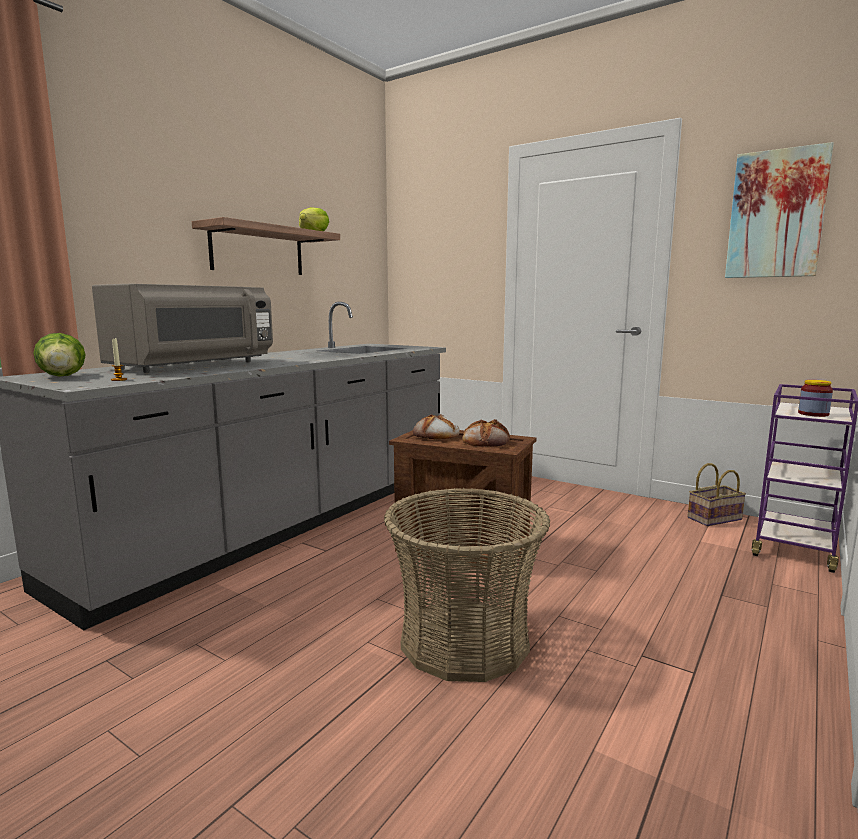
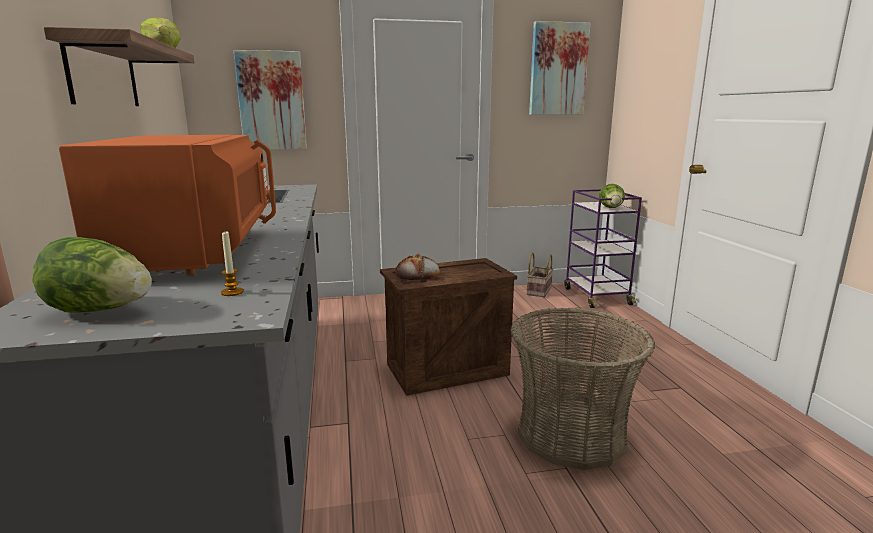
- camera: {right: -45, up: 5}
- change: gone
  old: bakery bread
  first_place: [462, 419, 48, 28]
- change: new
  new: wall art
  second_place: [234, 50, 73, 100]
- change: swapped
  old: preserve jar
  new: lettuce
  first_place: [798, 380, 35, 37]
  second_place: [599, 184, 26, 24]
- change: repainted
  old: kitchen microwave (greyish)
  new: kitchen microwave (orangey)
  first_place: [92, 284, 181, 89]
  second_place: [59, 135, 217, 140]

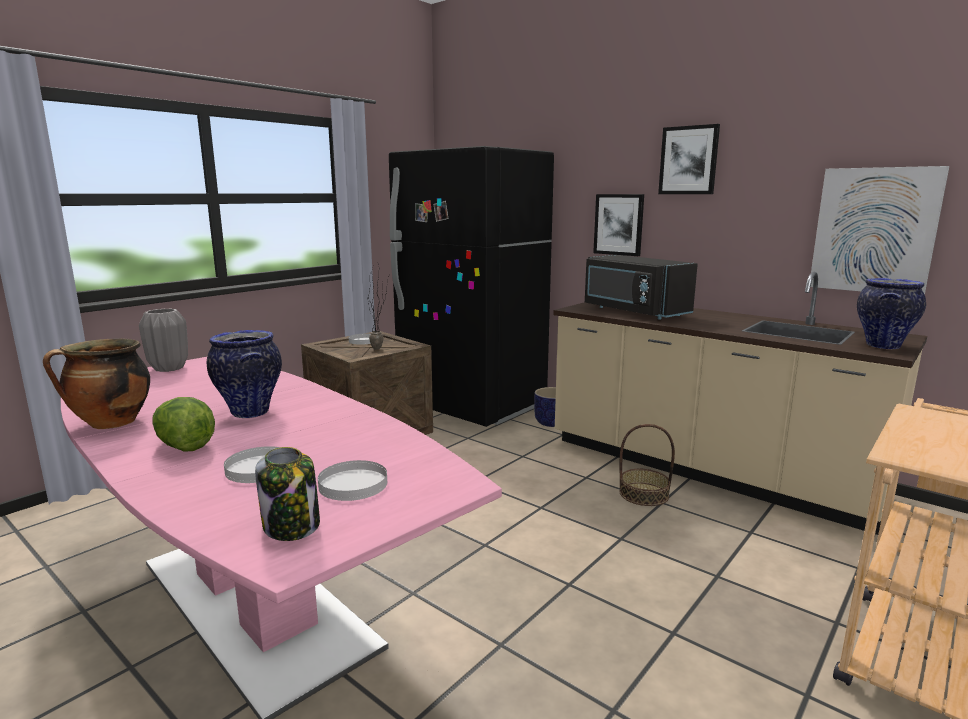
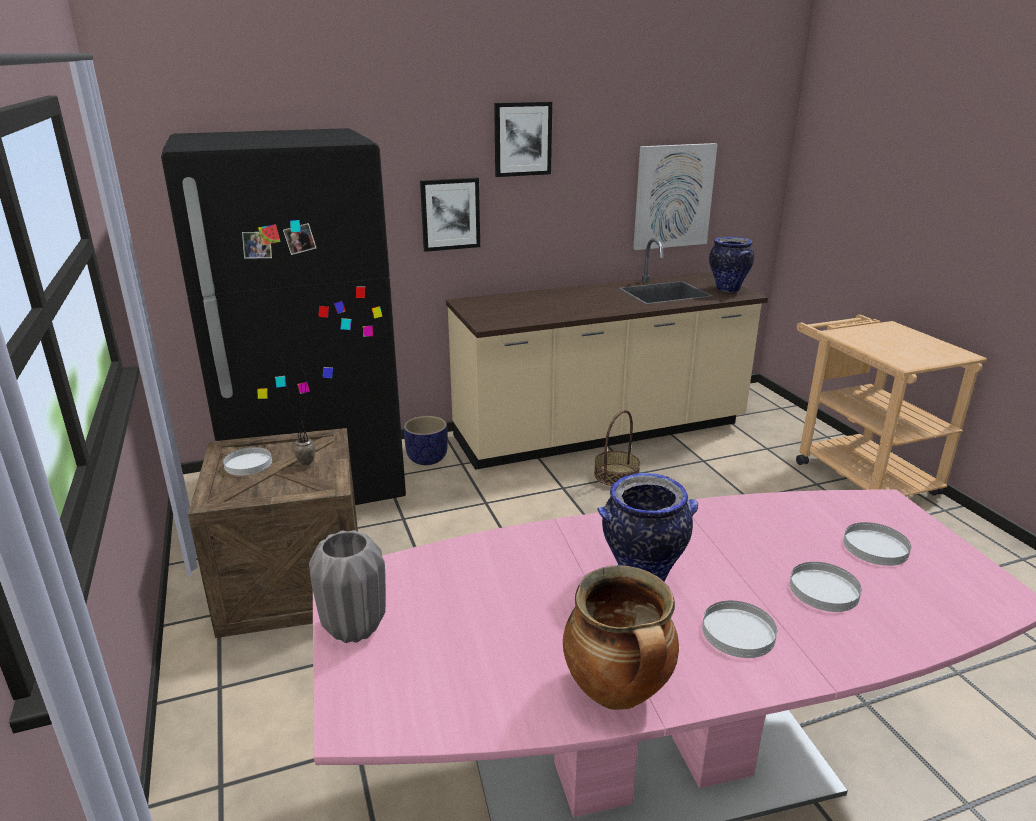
- camera: {right: -60, up: 10}
- change: gone
  old: preserve jar
  first_place: [255, 447, 65, 94]
- change: gone
  old: kitchen microwave (blackish)
  first_place: [585, 255, 113, 65]
- change: swapped
  old: lettuce
  new: flat dish (white-coloured)
  first_place: [152, 397, 63, 55]
  second_place: [702, 601, 75, 57]

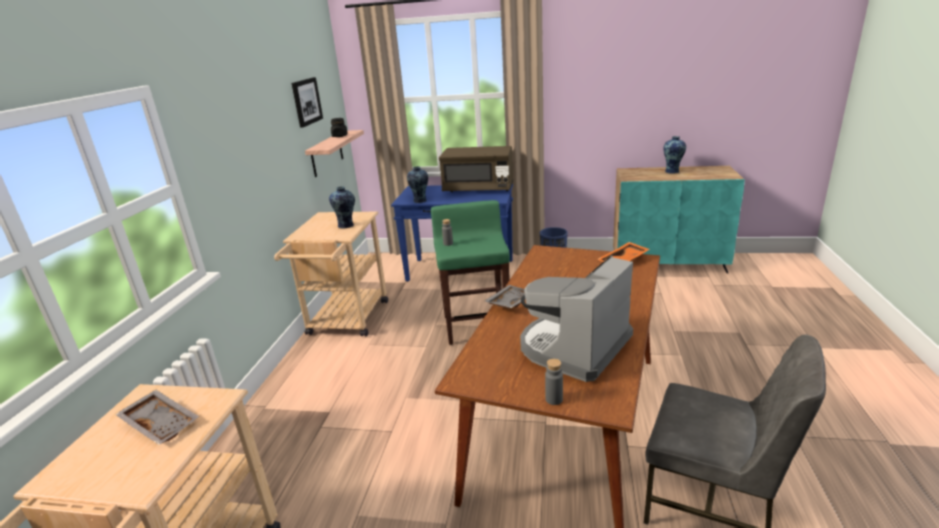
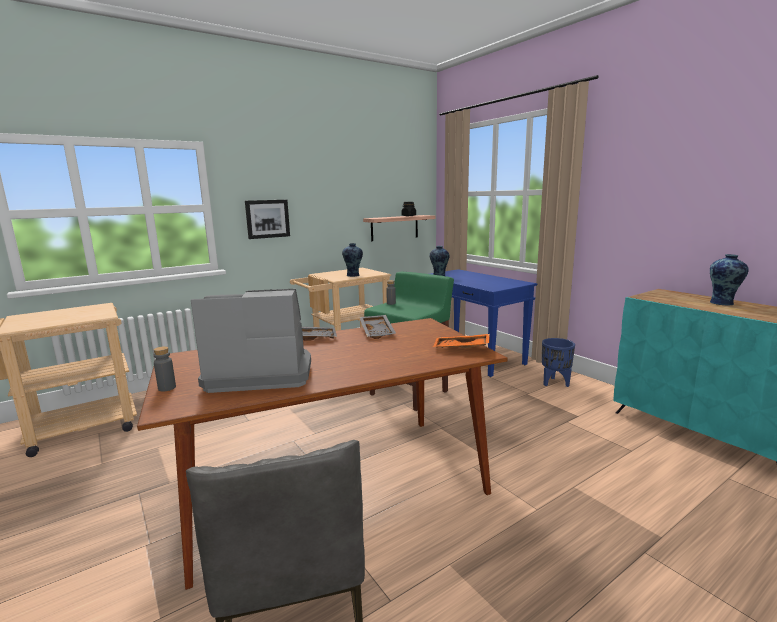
- camera: {right: 45, up: -10}
- change: gone
  old: kitchen microwave (brown-coloured)
  first_place: [439, 146, 74, 46]
- change: shifted
  old: tray (greyish)
  first_place: [115, 390, 84, 55]
  second_place: [359, 315, 37, 24]
- change: shifted
  old: wall art
  first_place: [291, 77, 32, 51]
  second_place: [245, 200, 45, 39]

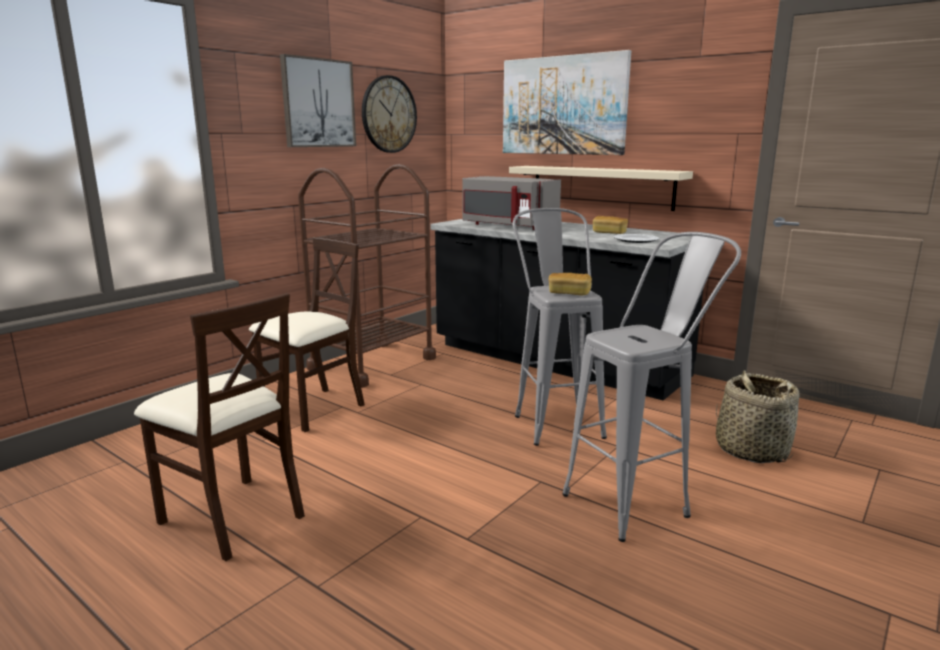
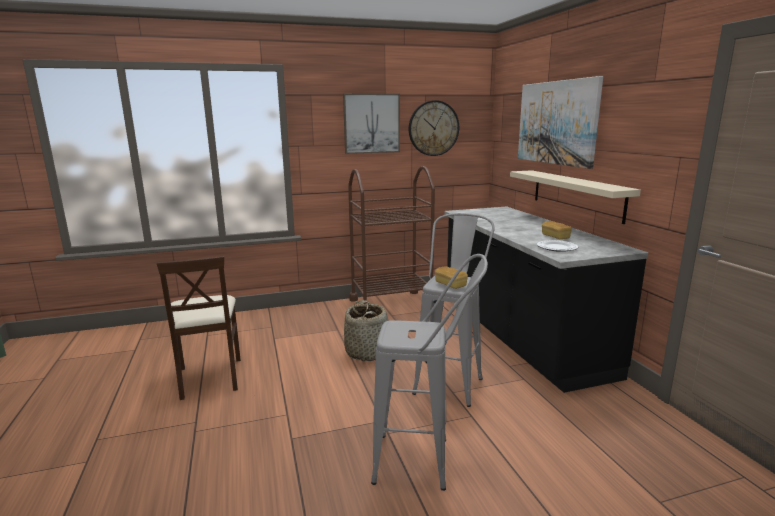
- camera: {right: 35, up: 0}
- change: gone
  old: upright chair (beige)
  first_place: [249, 237, 116, 195]
- change: gone
  old: kitchen microwave (greyish)
  first_place: [462, 176, 99, 54]
- change: shifted
  old: storage basket
  first_place: [716, 370, 83, 93]
  second_place: [344, 300, 44, 61]

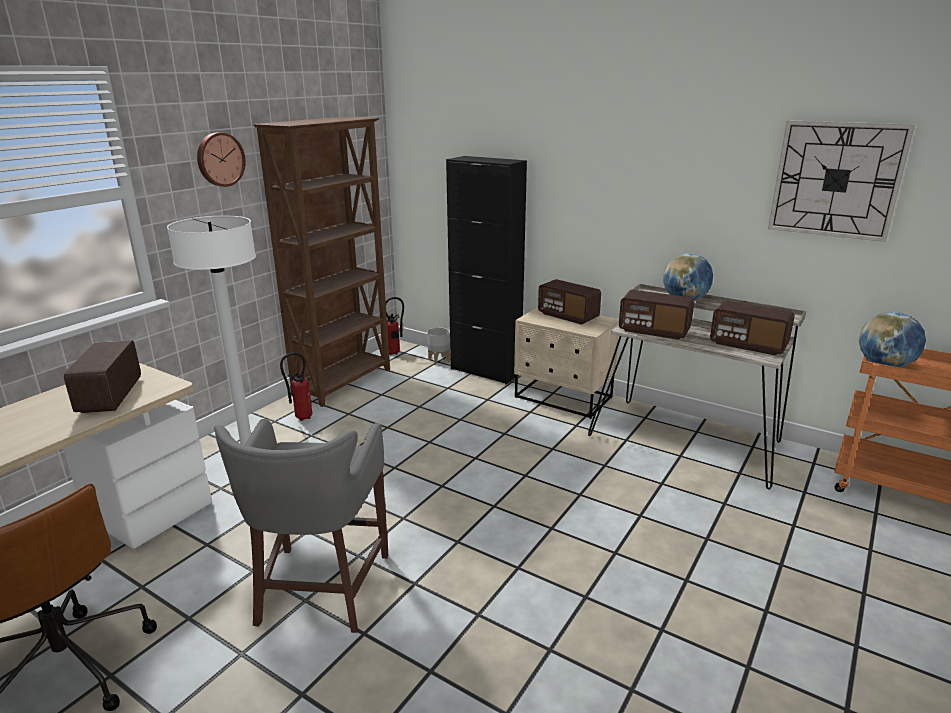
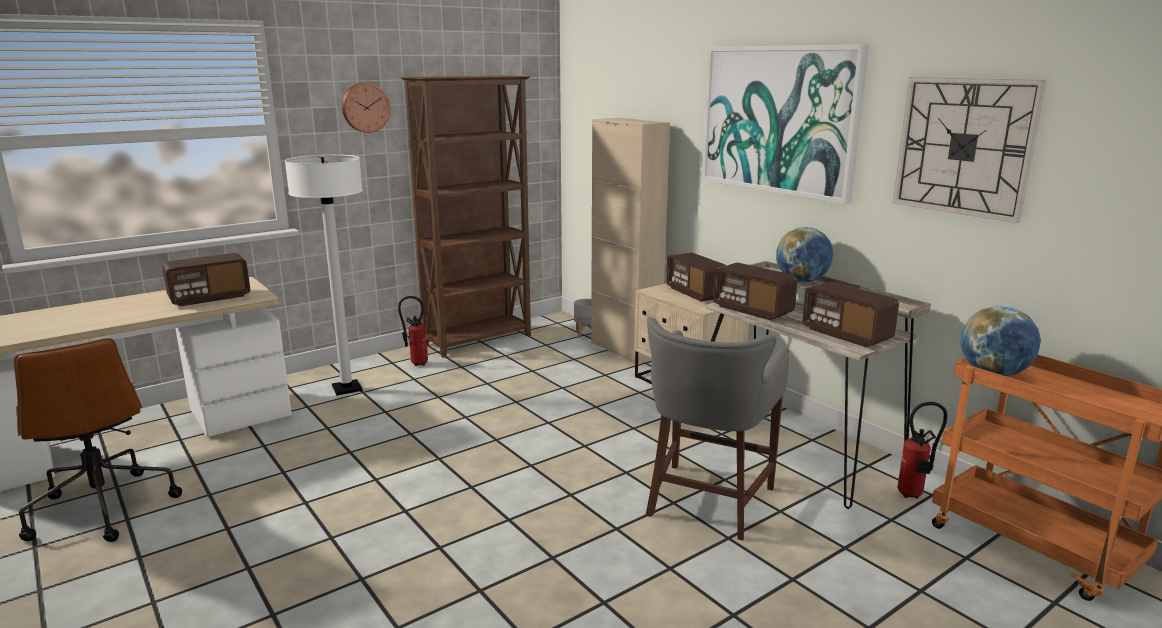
- camera: {right: 20, up: -5}
- change: new
  new: wall art
  second_place: [702, 44, 167, 160]
- change: shifted
  old: sitting stool (greyish)
  first_place: [214, 419, 174, 214]
  second_place: [646, 317, 143, 224]
- change: shifted
  old: extinguisher
  first_place: [386, 297, 18, 58]
  second_place: [897, 402, 50, 97]
- change: repainted
  old: cupboard (blackish)
  new: cupboard (beige)
  first_place: [446, 156, 81, 229]
  second_place: [591, 118, 79, 246]
- change: rotated
  old: radio receiver
  first_place: [64, 340, 77, 73]
  second_place: [162, 253, 88, 53]
  degrees: -135

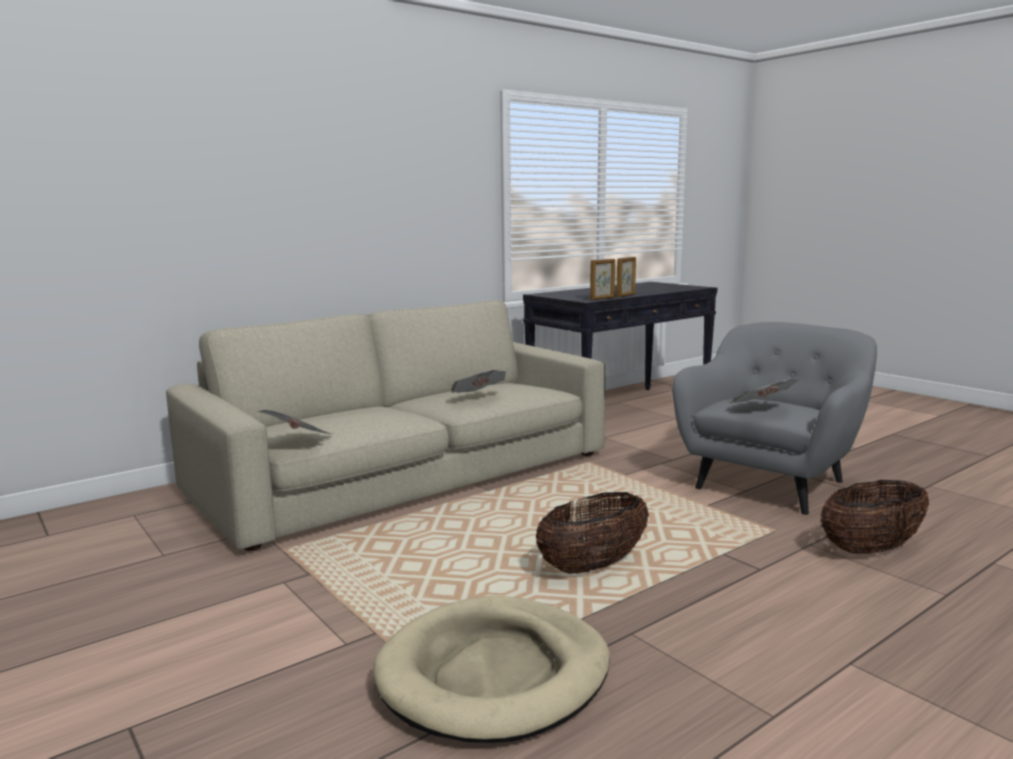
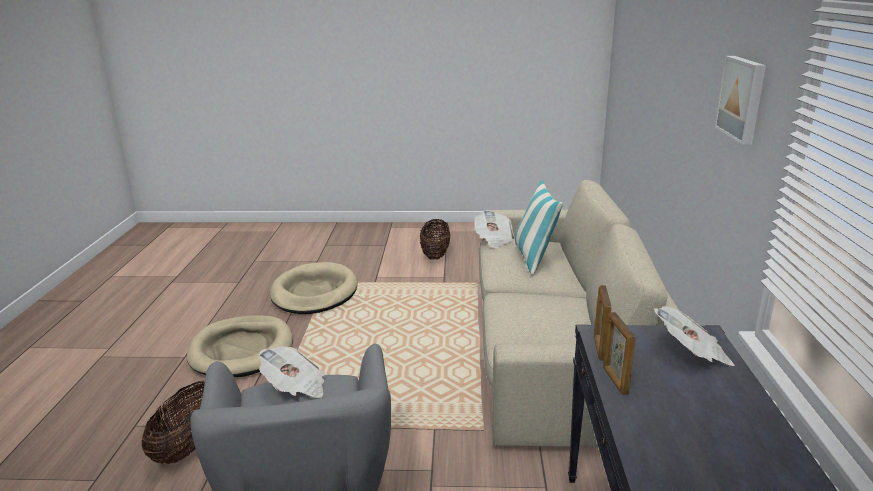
- camera: {right: 130, up: 10}
- change: new
  new: dog bed (beige)
  second_place: [187, 315, 106, 62]
- change: new
  new: throw pillow
  second_place: [515, 180, 48, 95]
- change: new
  new: wall art
  second_place: [715, 56, 51, 88]
- change: shifted
  old: newspaper
  first_place: [451, 370, 55, 23]
  second_place: [654, 306, 81, 60]
- change: shifted
  old: storage basket
  first_place: [536, 492, 113, 82]
  second_place: [420, 219, 30, 41]

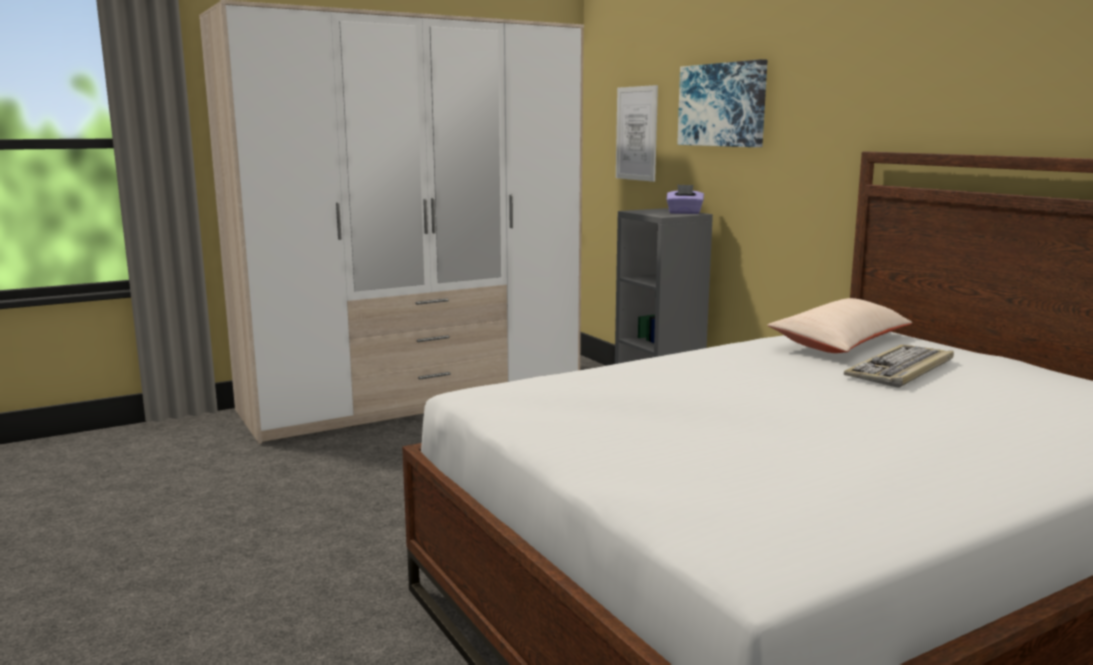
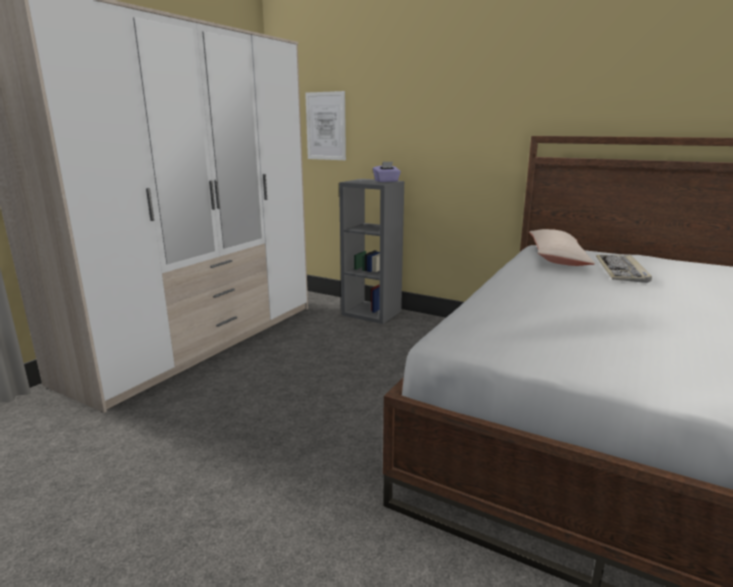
- camera: {right: -30, up: 5}
- change: gone
  old: wall art
  first_place: [677, 59, 90, 88]

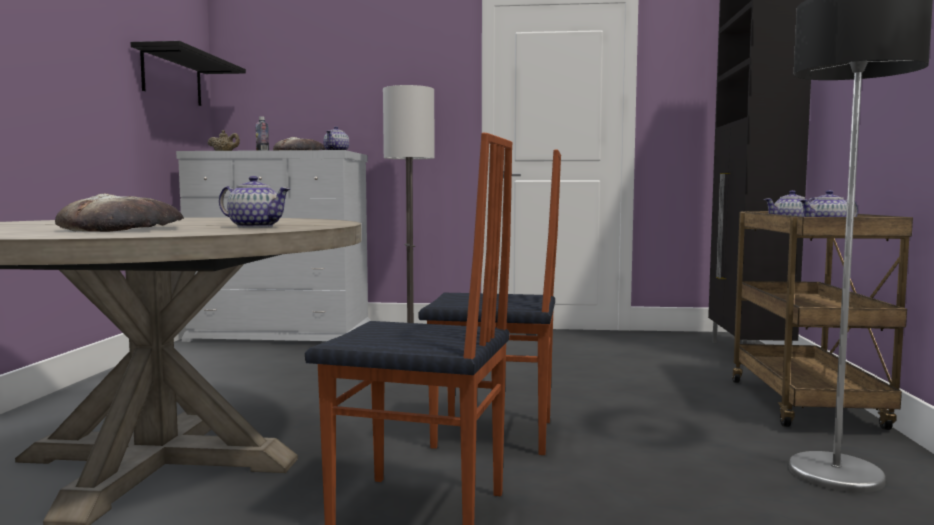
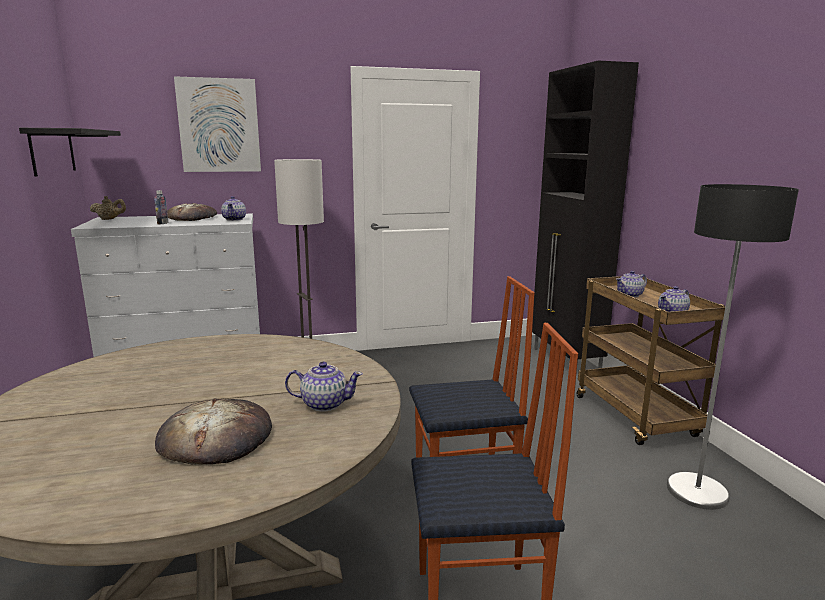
- camera: {right: -20, up: 10}
- change: new
  new: wall art
  second_place: [174, 76, 87, 96]

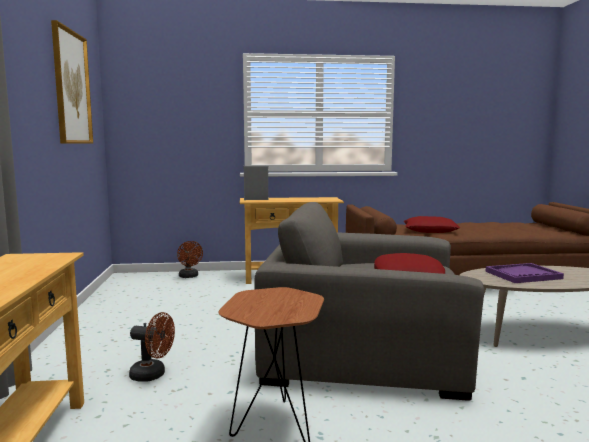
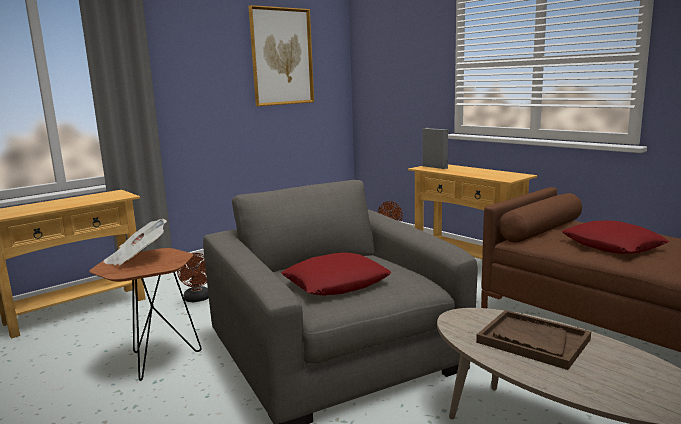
- camera: {right: 55, up: 5}
- change: new
  new: newspaper
  second_place: [103, 219, 64, 46]
- change: repainted
  old: tray (purplish)
  new: tray (brown-coloured)
  first_place: [485, 263, 79, 20]
  second_place: [476, 310, 115, 60]

